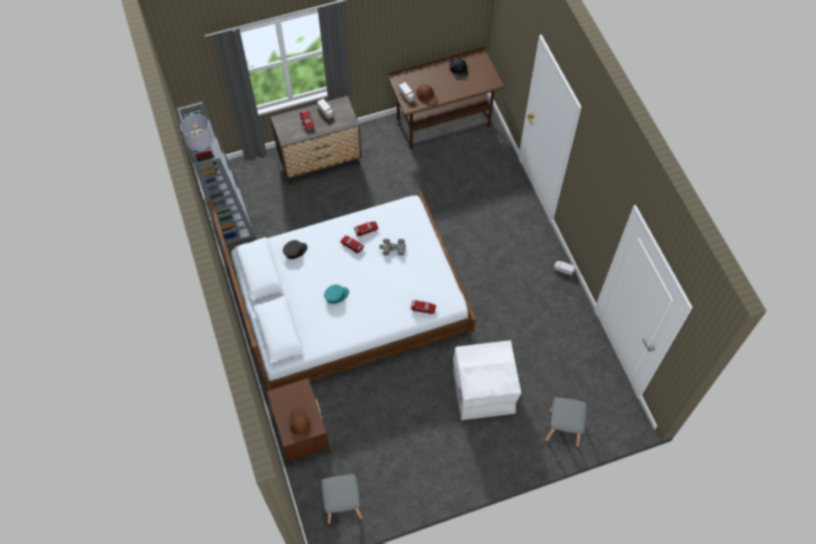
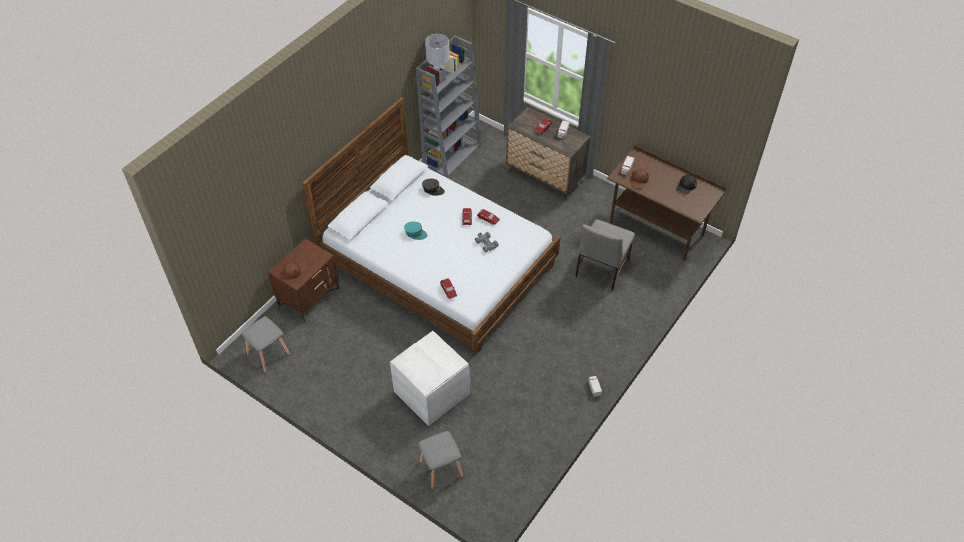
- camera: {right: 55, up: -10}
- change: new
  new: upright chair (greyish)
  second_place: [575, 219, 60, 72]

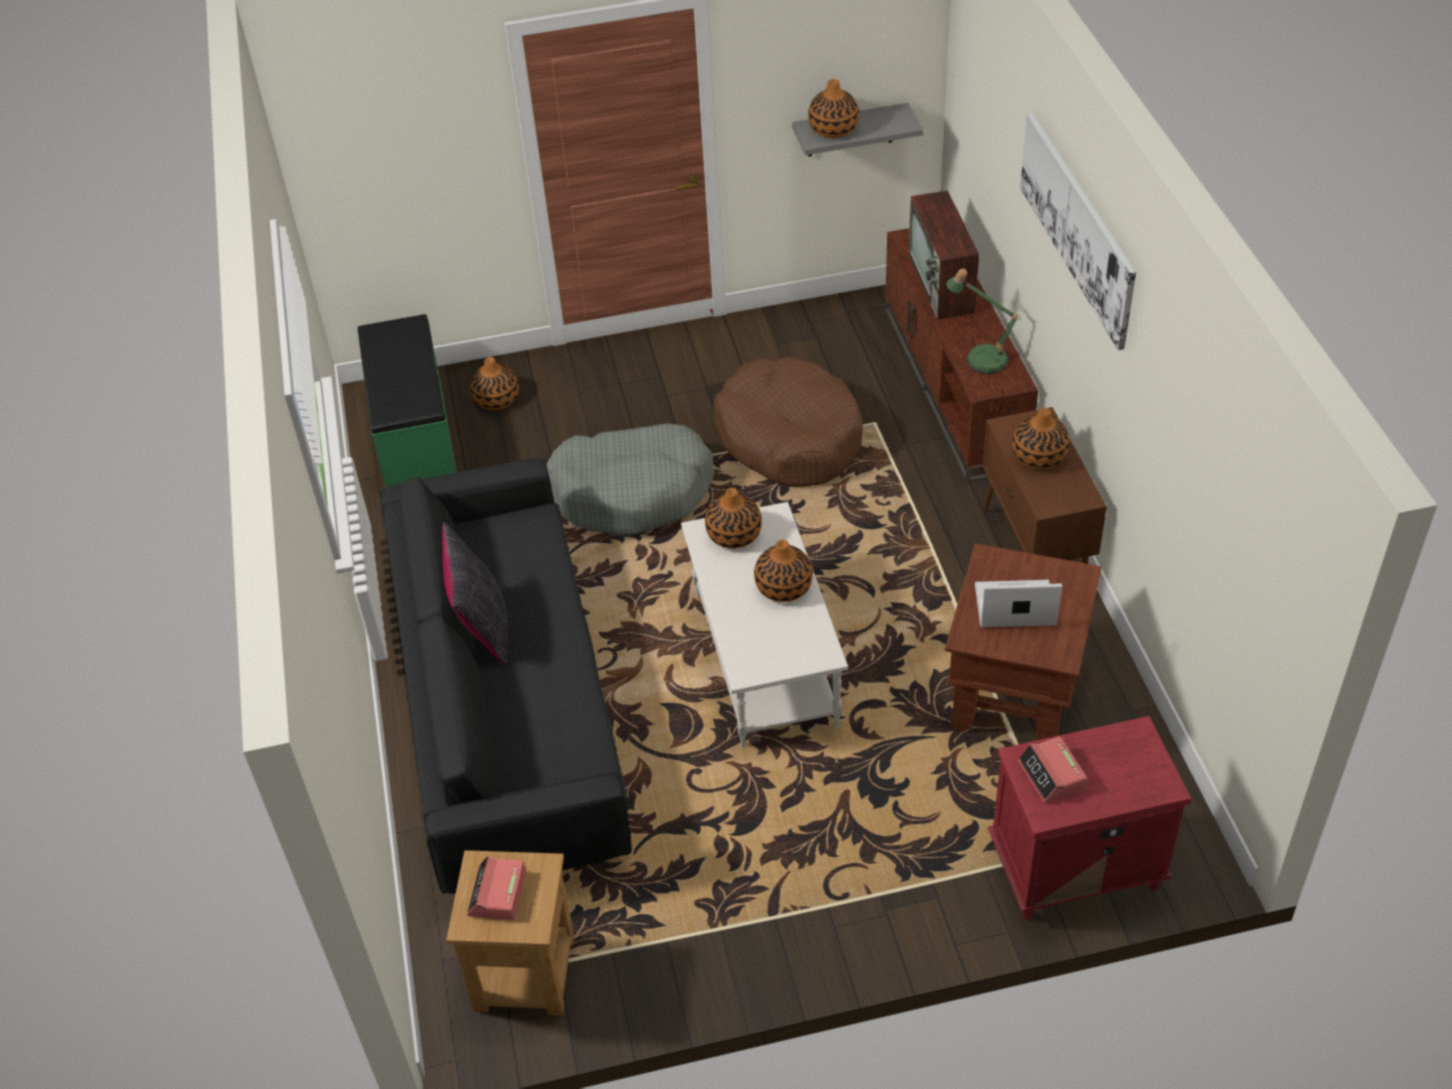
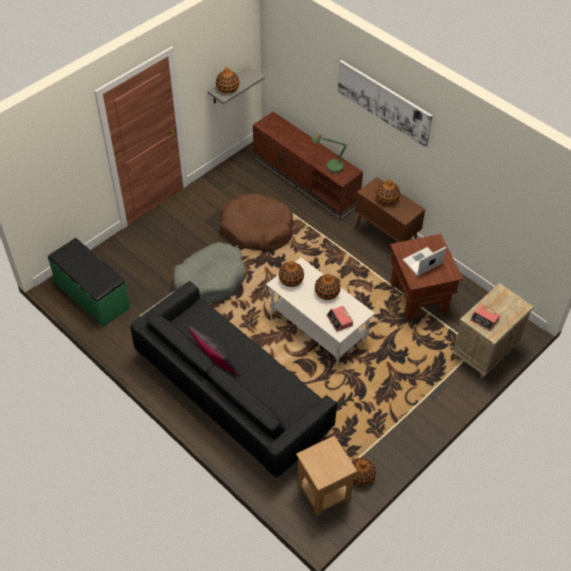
- camera: {right: -35, up: 5}
- change: gone
  old: TV set
  first_place: [908, 191, 71, 129]
- change: shifted
  old: alarm clock
  first_place: [467, 856, 59, 64]
  second_place: [327, 306, 26, 26]
- change: shifted
  old: flower vase
  first_place: [470, 357, 49, 53]
  second_place: [352, 458, 24, 28]
- change: repainted
  old: night table (red-coloured)
  new: night table (beige)
  first_place: [987, 716, 204, 204]
  second_place: [451, 283, 83, 96]

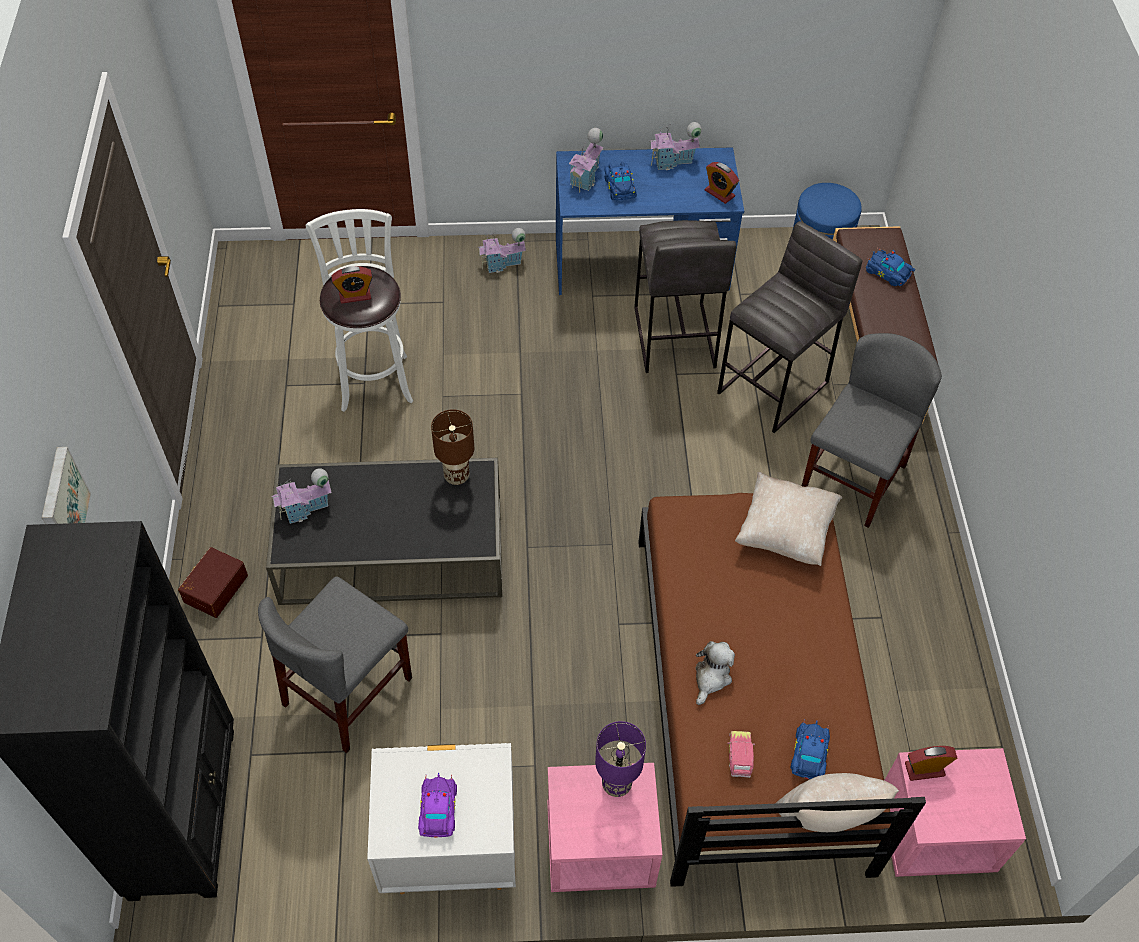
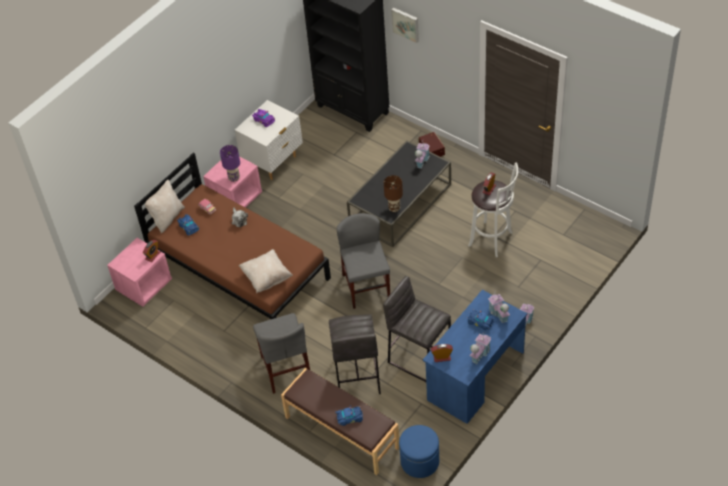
- camera: {right: 135, up: -5}
- change: shifted
  old: upright chair (greyish)
  first_place: [258, 577, 154, 176]
  second_place: [337, 213, 53, 96]

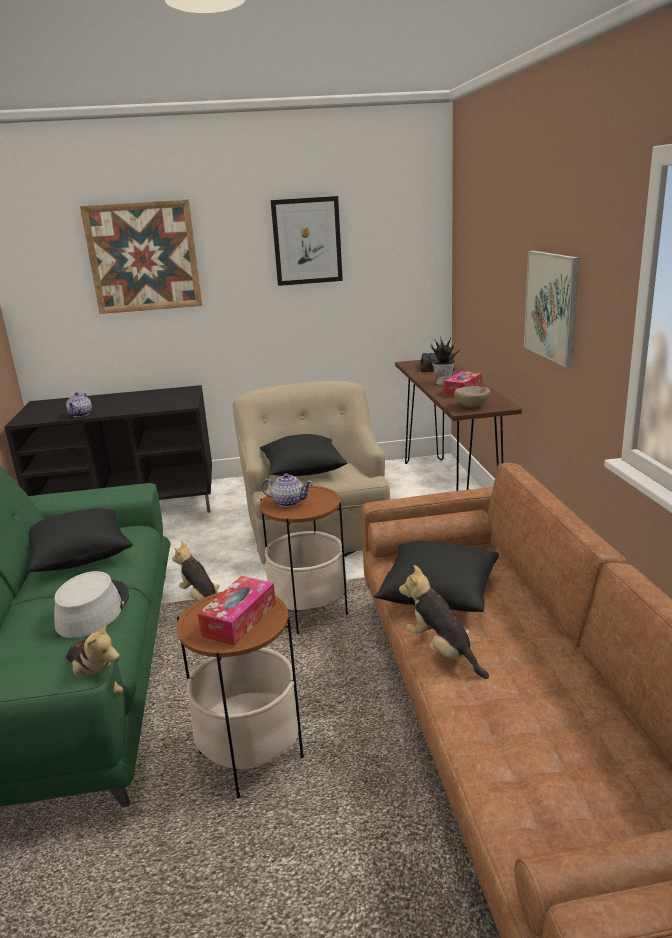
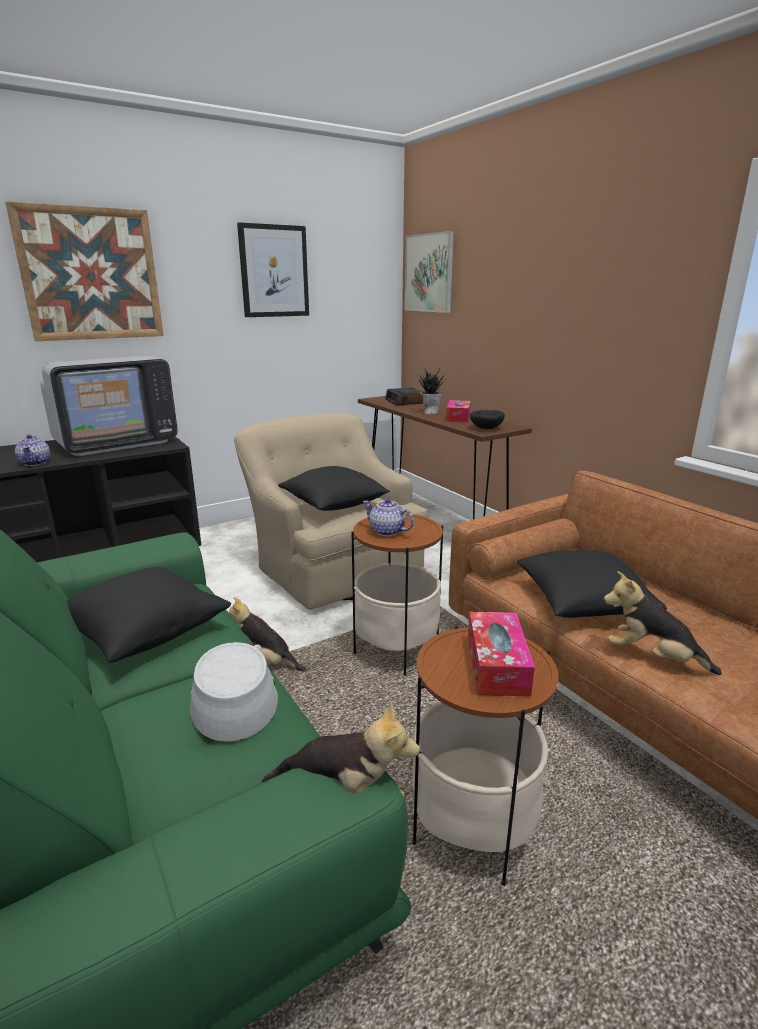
- camera: {right: -25, up: 0}
- change: new
  new: TV set
  second_place: [40, 356, 138, 100]
- change: shifted
  old: wall art
  first_place: [524, 251, 56, 117]
  second_place: [405, 231, 49, 82]
- change: repainted
  old: deep dish (beige)
  new: deep dish (blackish)
  first_place: [454, 386, 36, 21]
  second_place: [470, 410, 35, 19]
- change: rotated
  old: pot for tea
  first_place: [262, 473, 51, 34]
  second_place: [363, 498, 51, 38]
  degrees: -135

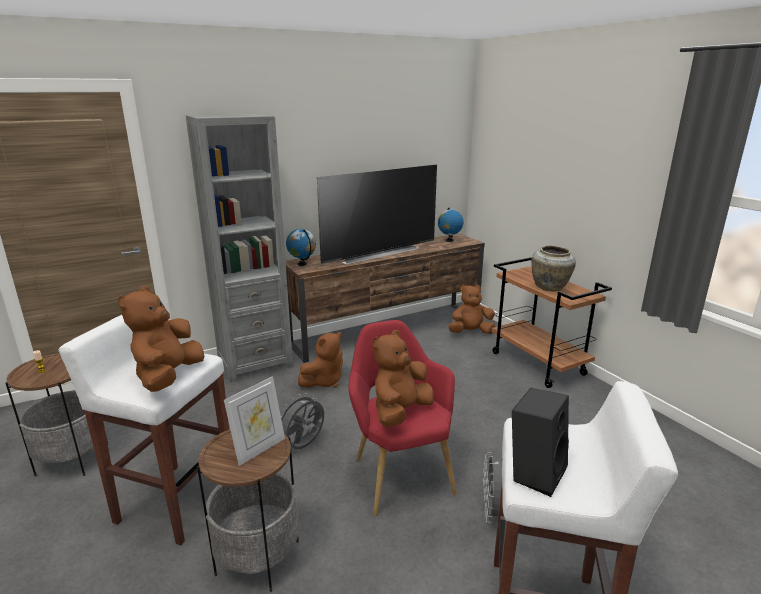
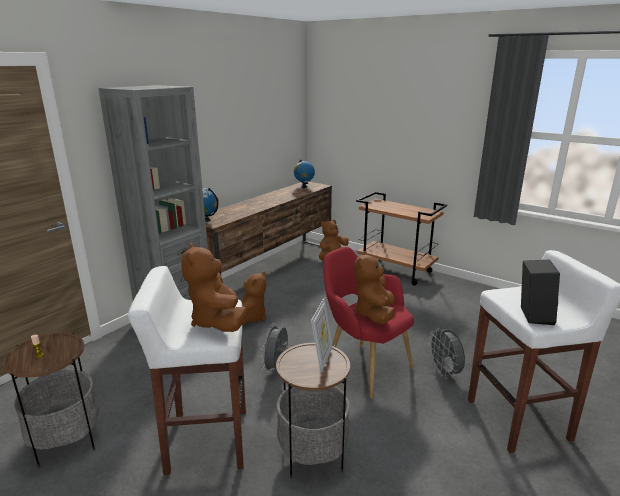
- camera: {right: -25, up: 0}
- change: gone
  old: TV set
  first_place: [317, 165, 120, 99]
- change: gone
  old: flower vase (beige)
  first_place: [531, 246, 45, 46]

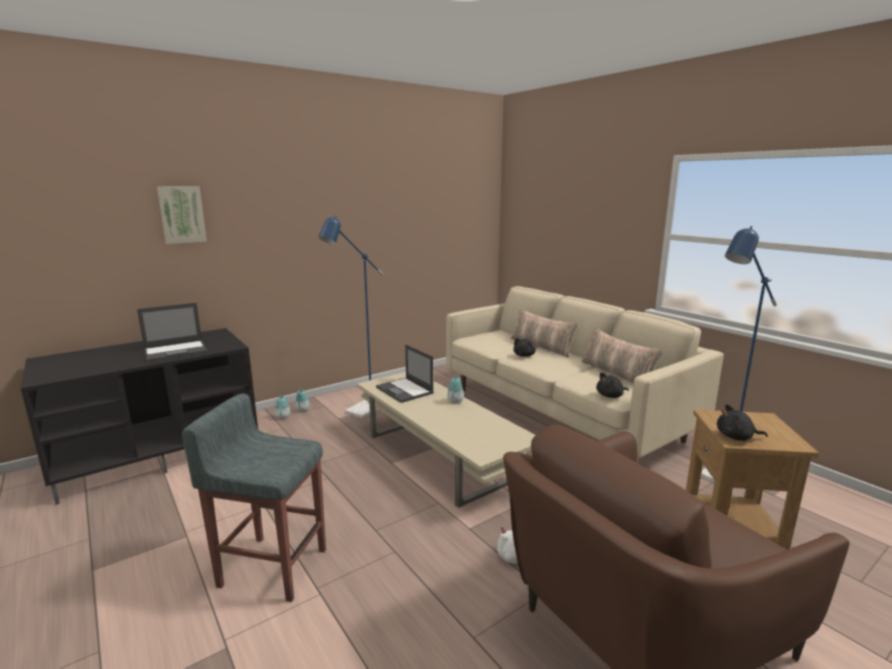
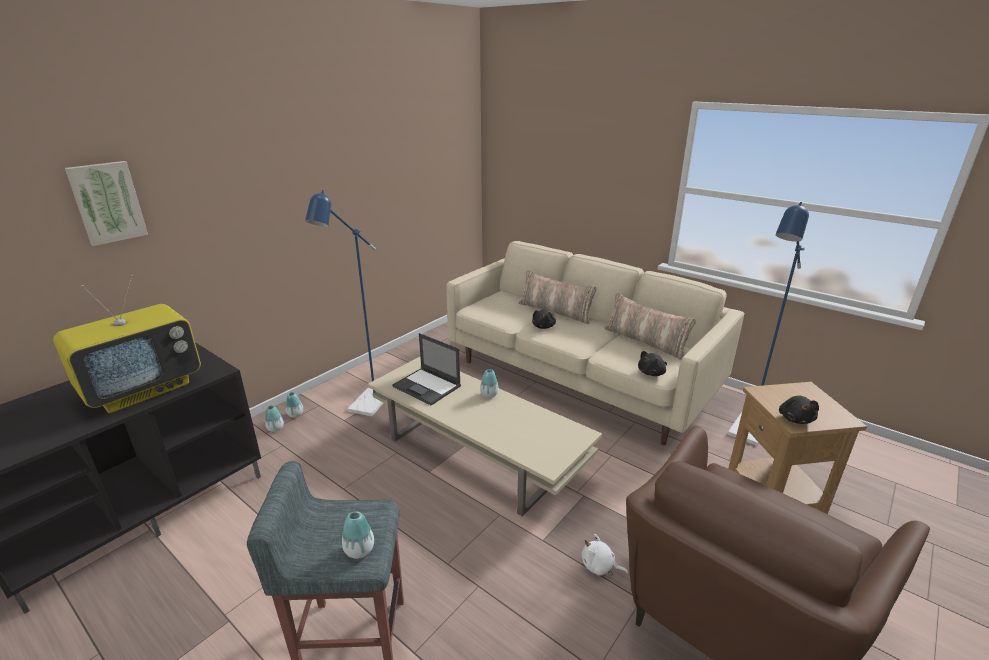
- camera: {right: -15, up: 10}
- change: new
  new: flower vase
  second_place: [342, 512, 32, 47]
- change: swapped
  old: laptop
  new: TV set
  first_place: [137, 303, 71, 59]
  second_place: [53, 275, 148, 138]
- change: rotated
  old: cuddly toy (blackish)
  first_place: [717, 404, 51, 37]
  second_place: [779, 396, 40, 28]
  degrees: -75

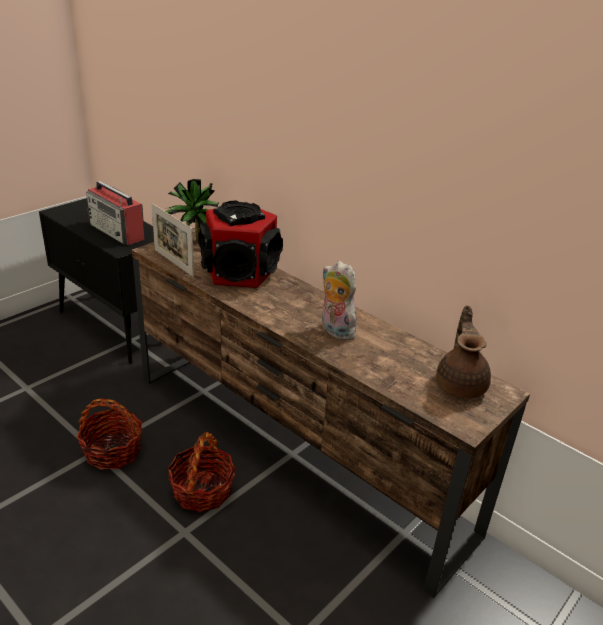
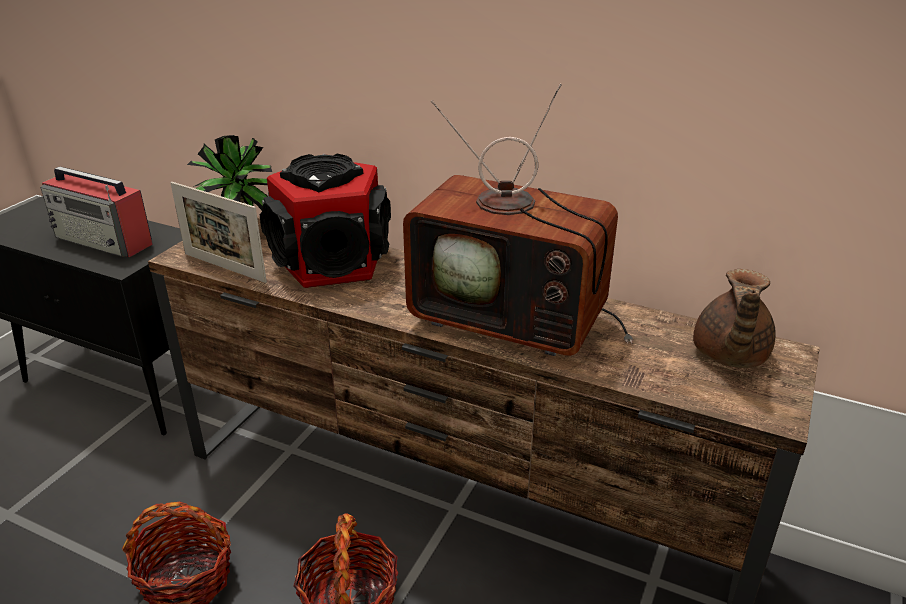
- camera: {right: -15, up: 0}
- change: swapped
  old: cuddly toy
  new: TV set
  first_place: [322, 261, 35, 79]
  second_place: [403, 83, 230, 273]
- change: rotated
  old: pot for tea (brown-coloured)
  first_place: [436, 305, 55, 94]
  second_place: [693, 269, 83, 99]
  degrees: -150

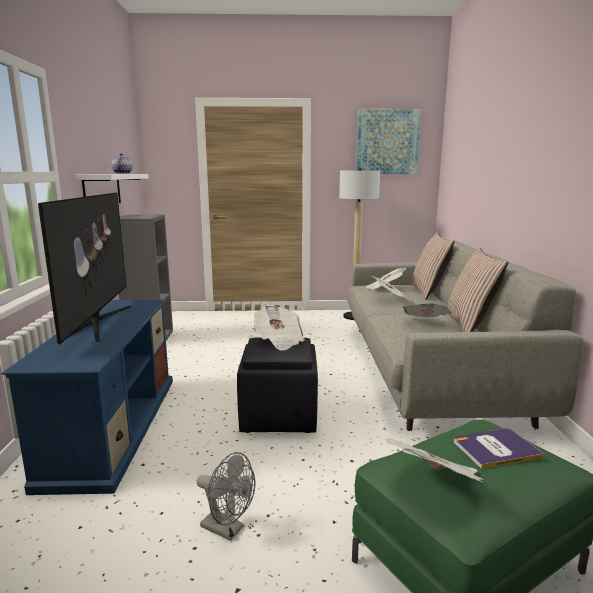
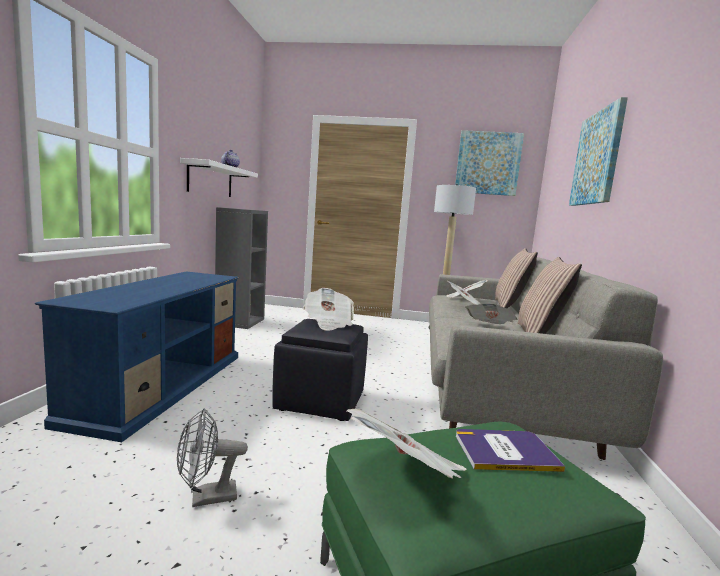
- camera: {right: 10, up: -5}
- change: gone
  old: TV set
  first_place: [38, 192, 94, 152]
- change: new
  new: wall art
  second_place: [569, 97, 59, 109]
- change: rotated
  old: electric fan (greyish)
  first_place: [196, 452, 59, 89]
  second_place: [177, 408, 71, 99]
  degrees: 120

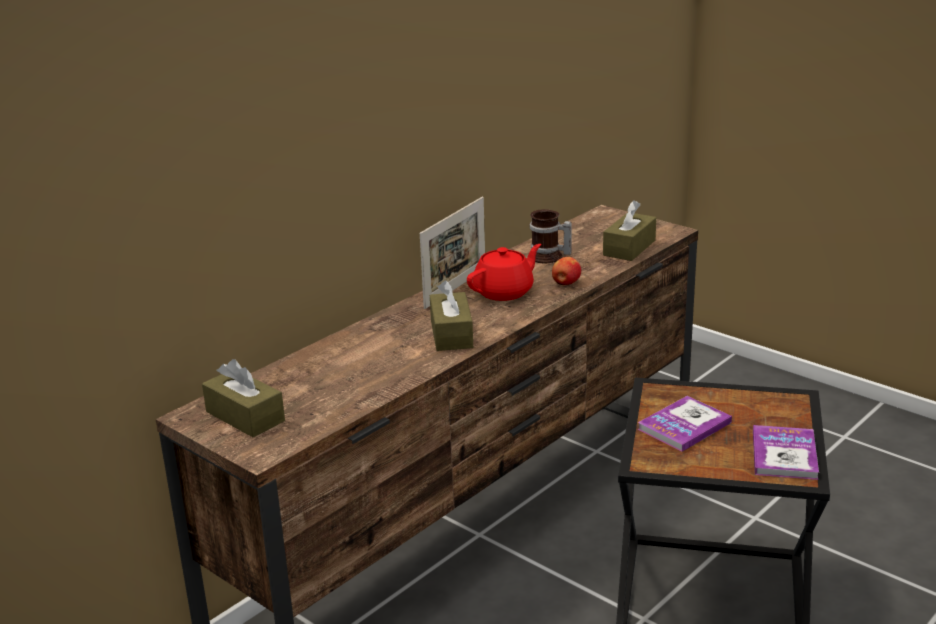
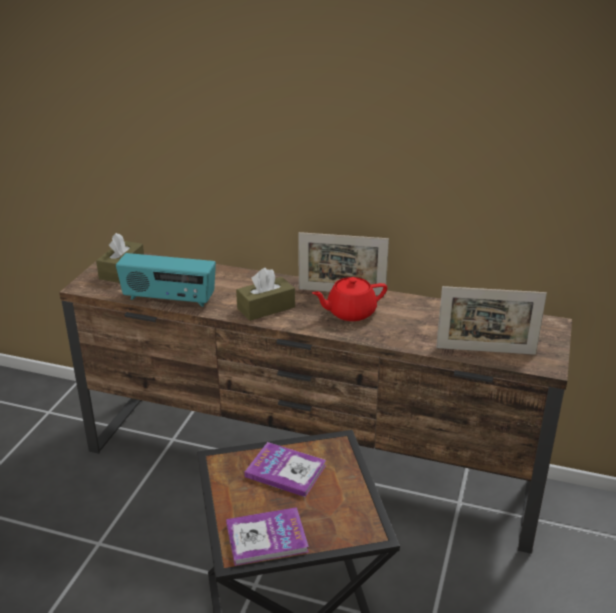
- camera: {right: 65, up: 5}
- change: gone
  old: tea mug
  first_place: [528, 209, 44, 54]
- change: gone
  old: apple fruit
  first_place: [552, 257, 29, 28]
- change: new
  new: radio receiver
  second_place: [116, 253, 100, 54]
- change: swapped
  old: box of tissues (brown-coloured)
  new: picture frame
  first_place: [603, 201, 53, 60]
  second_place: [436, 286, 111, 69]
- change: rotated
  old: pot for tea (red-coloured)
  first_place: [467, 244, 74, 57]
  second_place: [312, 277, 75, 44]
  degrees: 135

